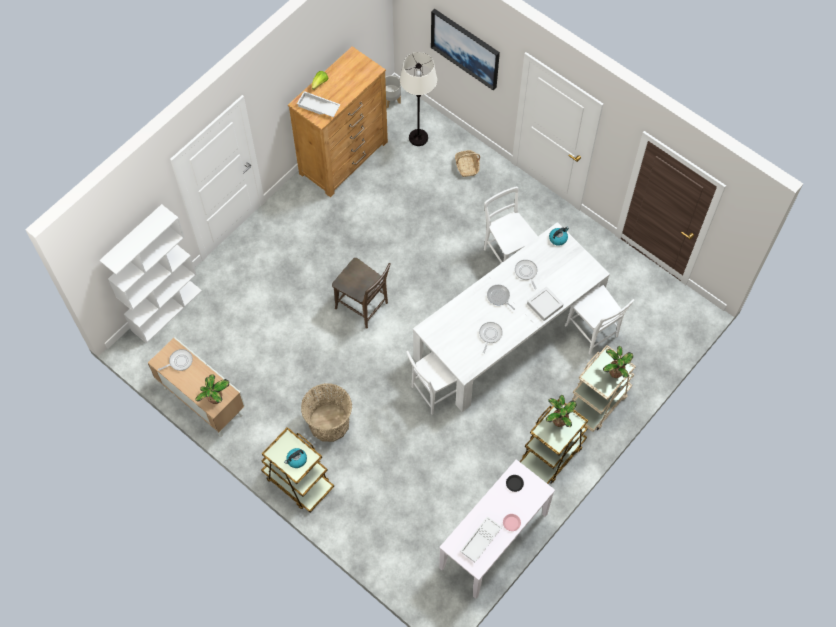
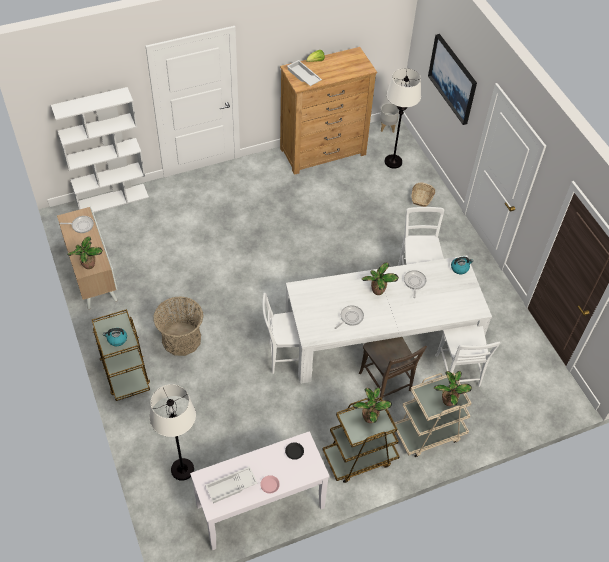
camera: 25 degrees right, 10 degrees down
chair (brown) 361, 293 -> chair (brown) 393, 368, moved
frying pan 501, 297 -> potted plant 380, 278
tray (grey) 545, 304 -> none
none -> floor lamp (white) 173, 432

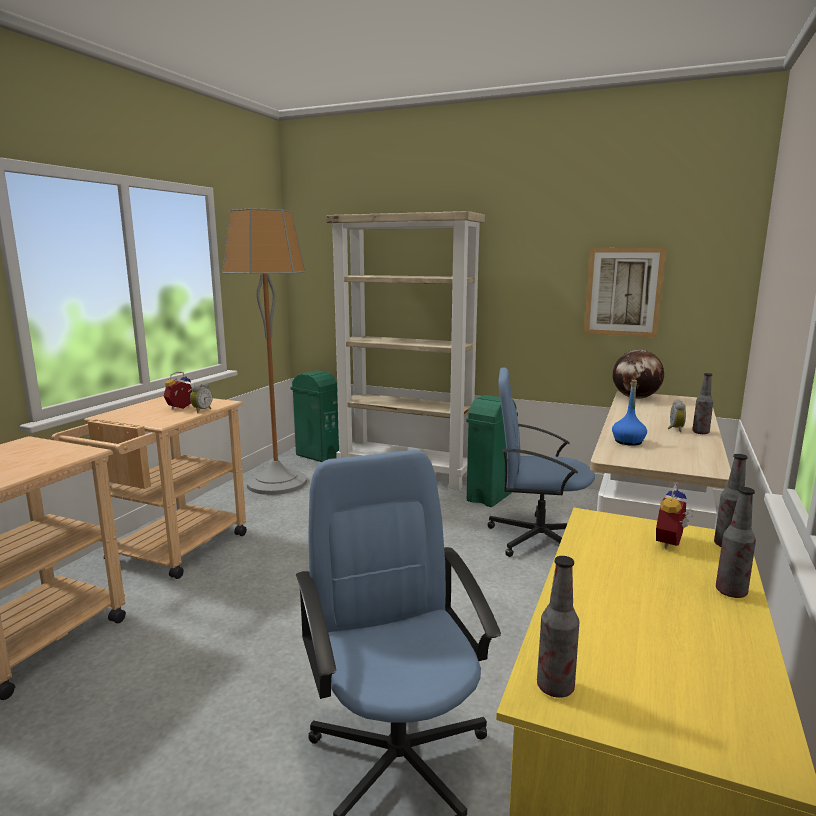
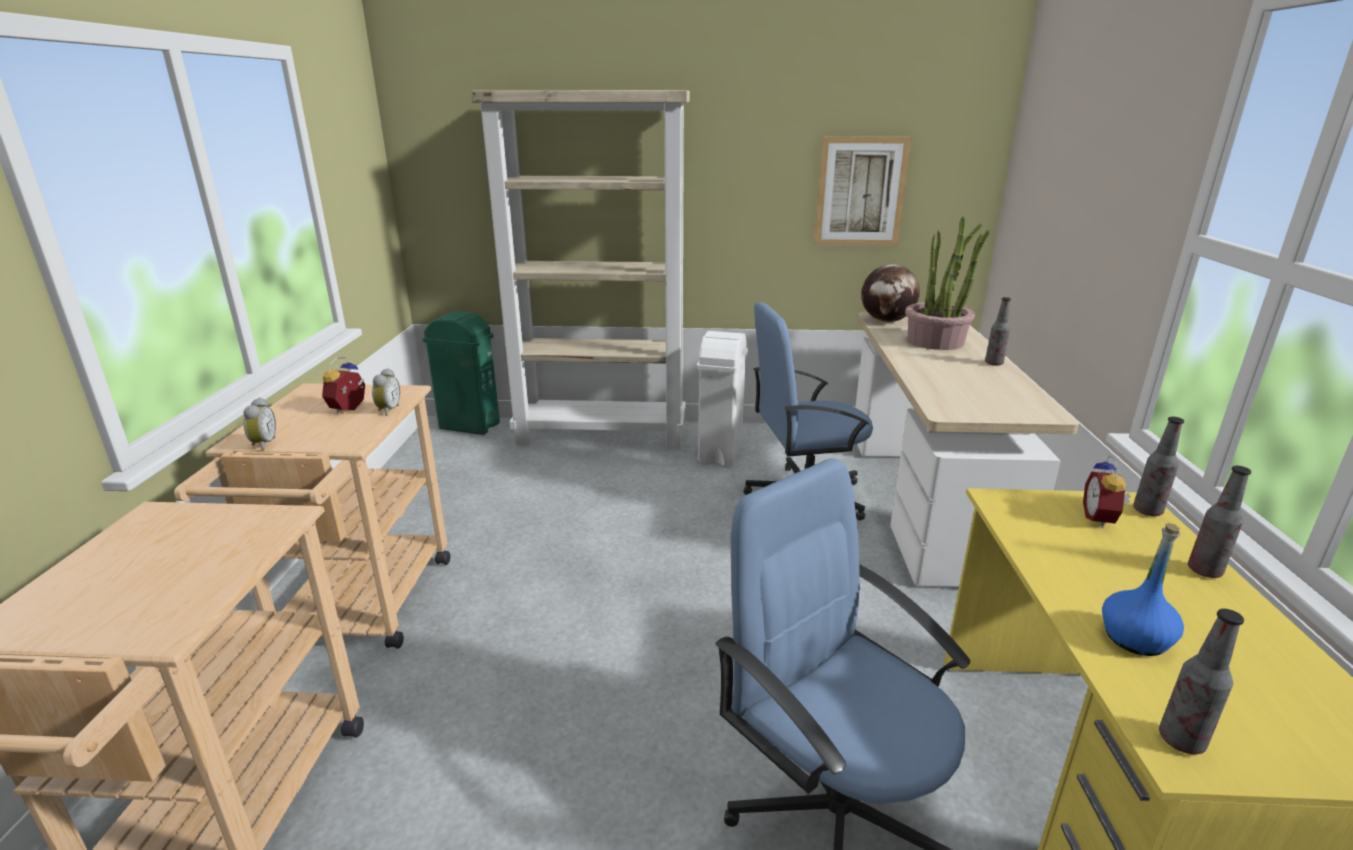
camera: 20 degrees left, 10 degrees up
floor lamp 264, 351 -> none
trash can (green) 492, 451 -> trash can (white) 722, 398
bottle (blue) 629, 413 -> bottle (blue) 1143, 589, moved
alarm clock 677, 415 -> alarm clock 259, 424, moved
none -> potted plant 947, 283

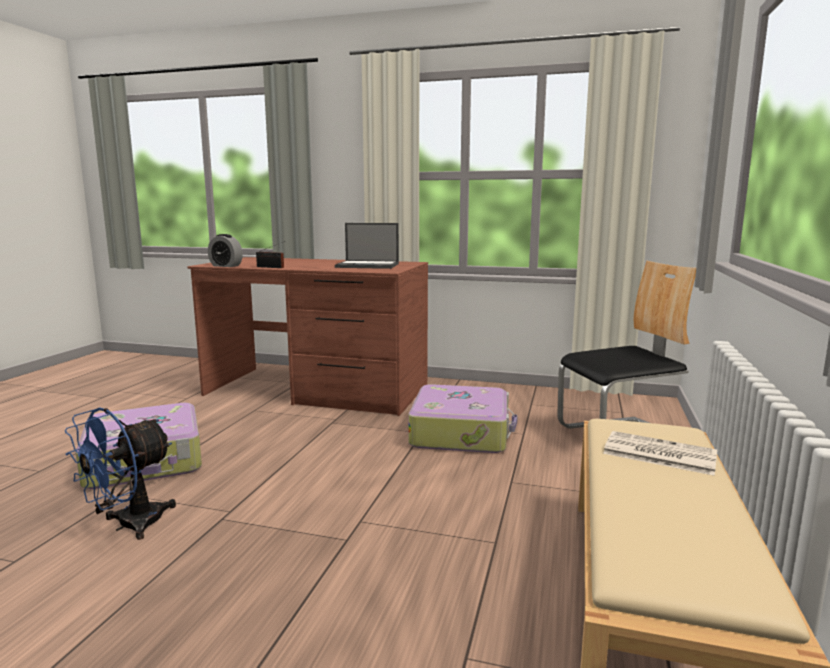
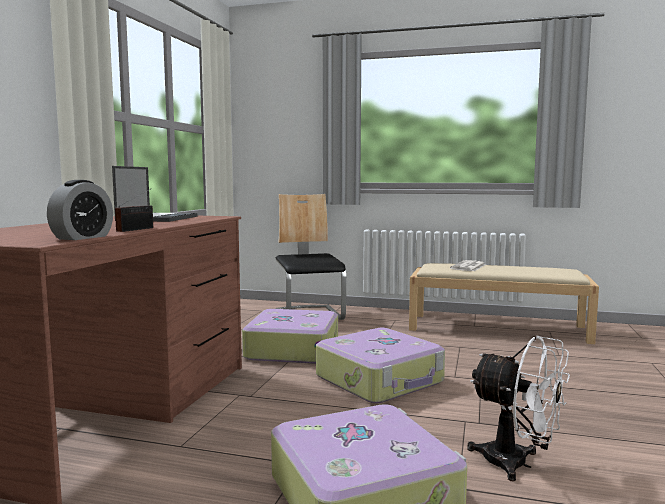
camera: 90 degrees left, 5 degrees down
fan (blue) 120, 473 -> fan (white) 518, 409
none -> suitcase 380, 365

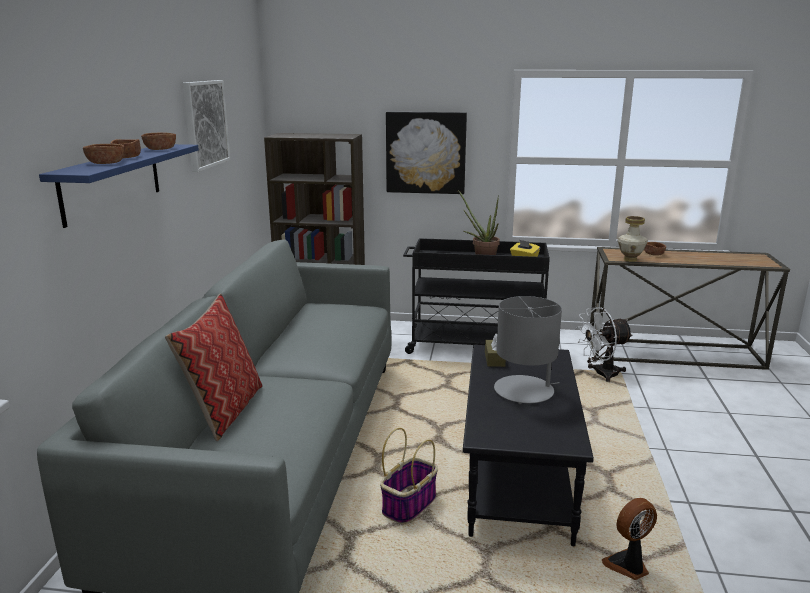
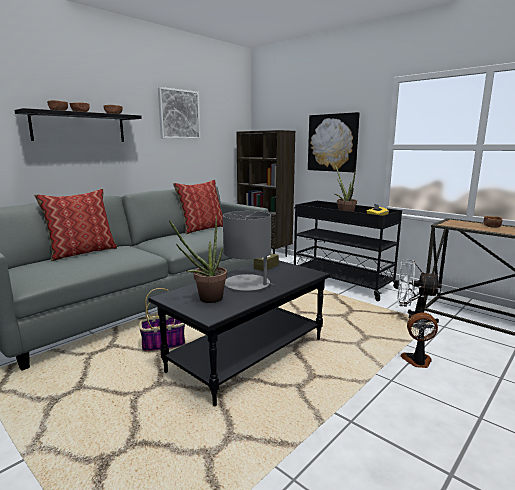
camera: 35 degrees right, 5 degrees down
shelf (blue) 119, 186 -> shelf (black) 78, 125
fan 629, 539 -> fan 419, 340, moved
vase 633, 239 -> none
none -> potted plant 197, 259
none -> pillow 198, 206

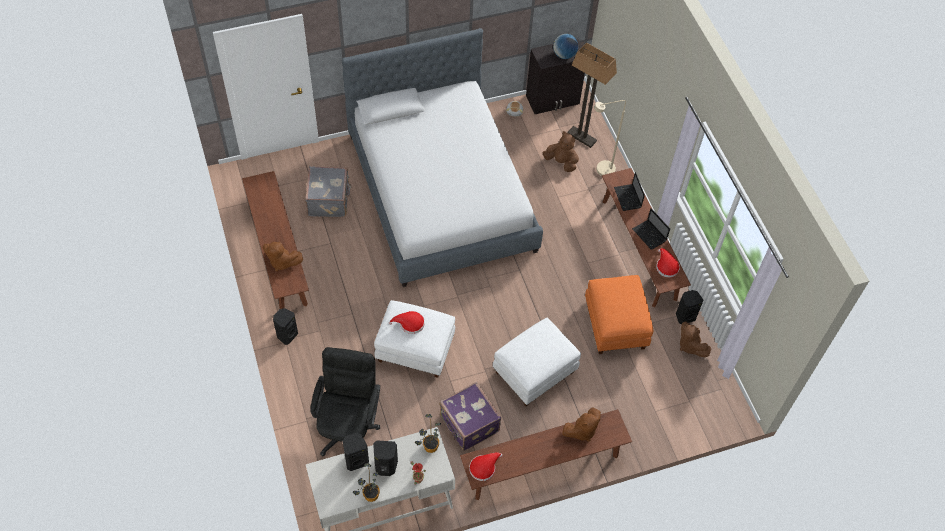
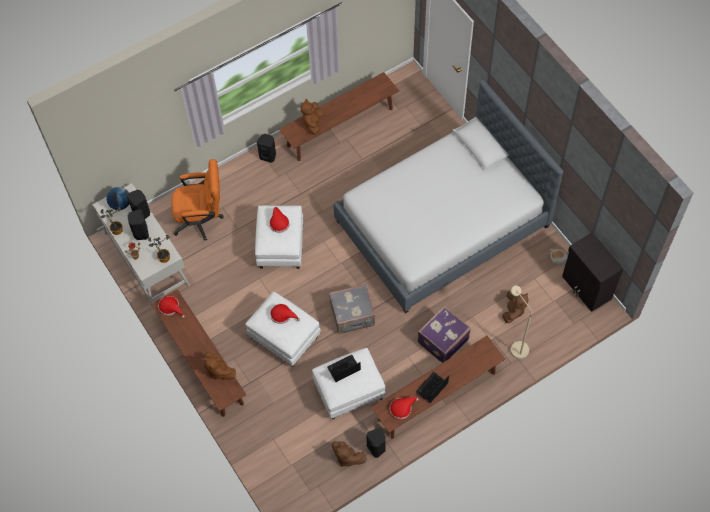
camera: 80 degrees right, 5 degrees up
suitcase (grey) 328, 191 -> suitcase (grey) 352, 309, moved
office chair (black) 345, 402 -> office chair (orange) 197, 200
suitcase (purple) 470, 416 -> suitcase (purple) 444, 334, moved
globe 565, 46 -> globe 118, 198, moved
floor lamp 592, 95 -> none
ottoman (orange) 619, 314 -> ottoman (white) 349, 384
laptop 629, 191 -> laptop 344, 368, moved
plush toy (brown) 695, 339 -> plush toy (brown) 349, 454, 105 degrees counterclockwise
none -> hat (red) 285, 314

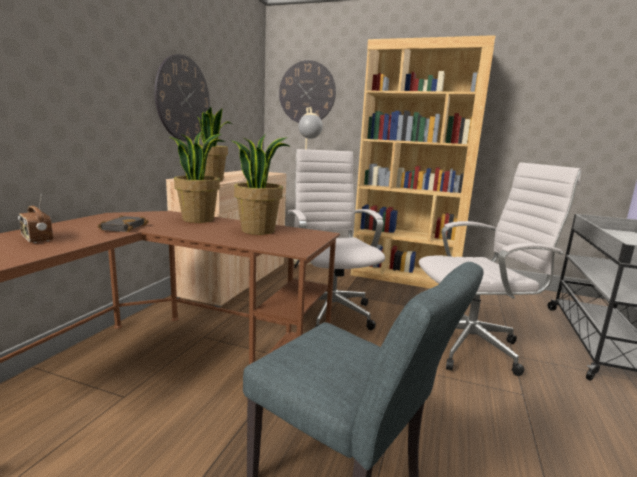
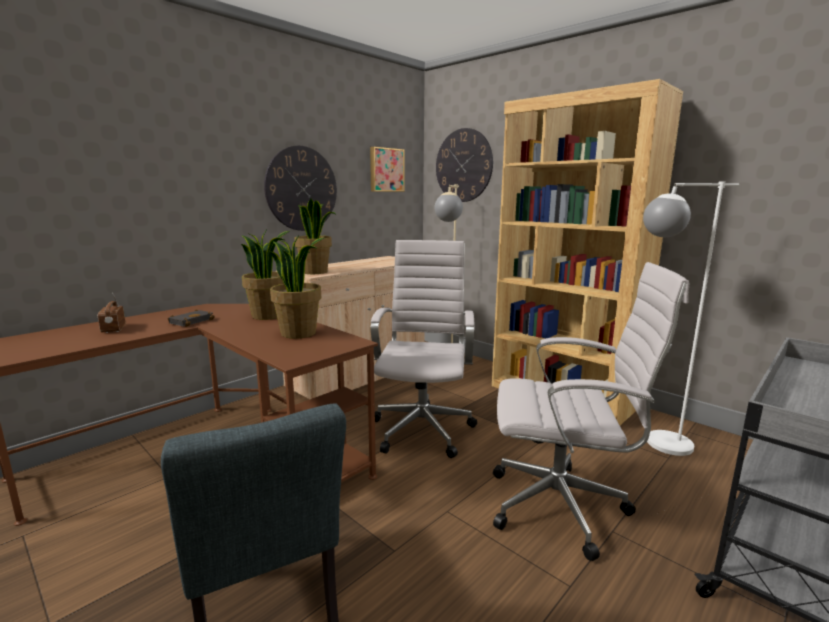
camera: 25 degrees right, 0 degrees up
none -> picture 387, 169
none -> floor lamp (white) 691, 319

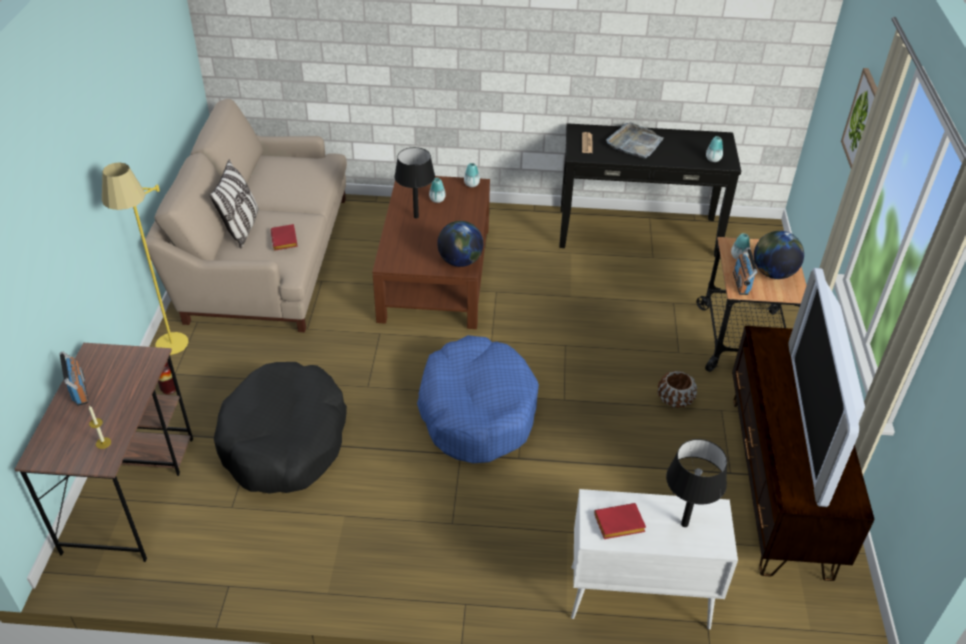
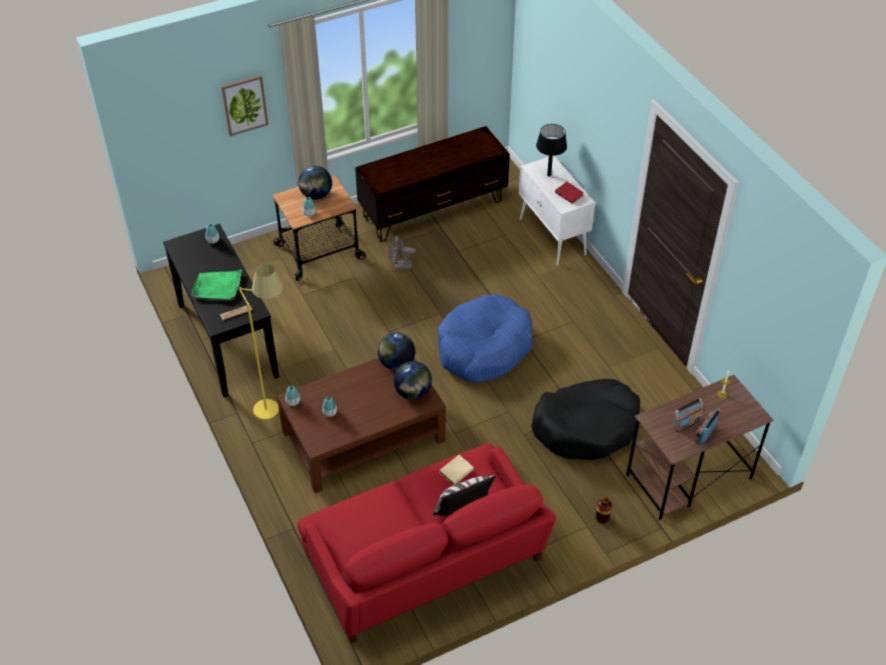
camera: 120 degrees left, 5 degrees up
floor lamp (yellow) 145, 258 -> floor lamp (yellow) 261, 342, moved
sofa (beige) 246, 215 -> sofa (red) 427, 543
book (red) 284, 237 -> book (beige) 456, 470
table lamp (black) 414, 182 -> none
tray (grey) 635, 140 -> tray (green) 216, 285
planter (brown) 677, 389 -> fan (grey) 401, 251
radio 745, 271 -> radio 689, 415, moved
television 826, 387 -> none
none -> globe 412, 380

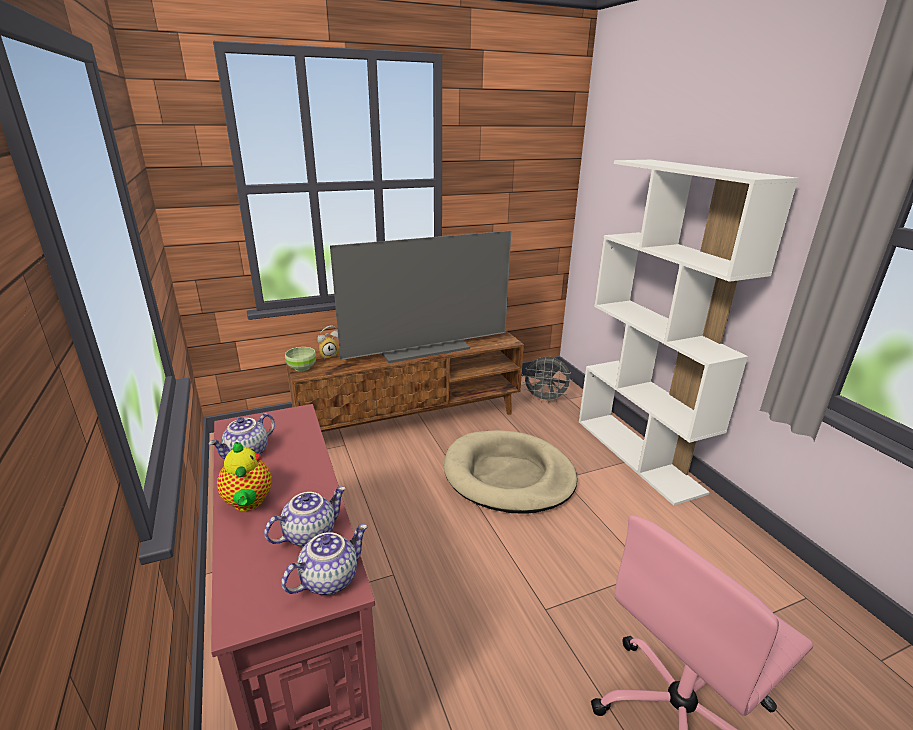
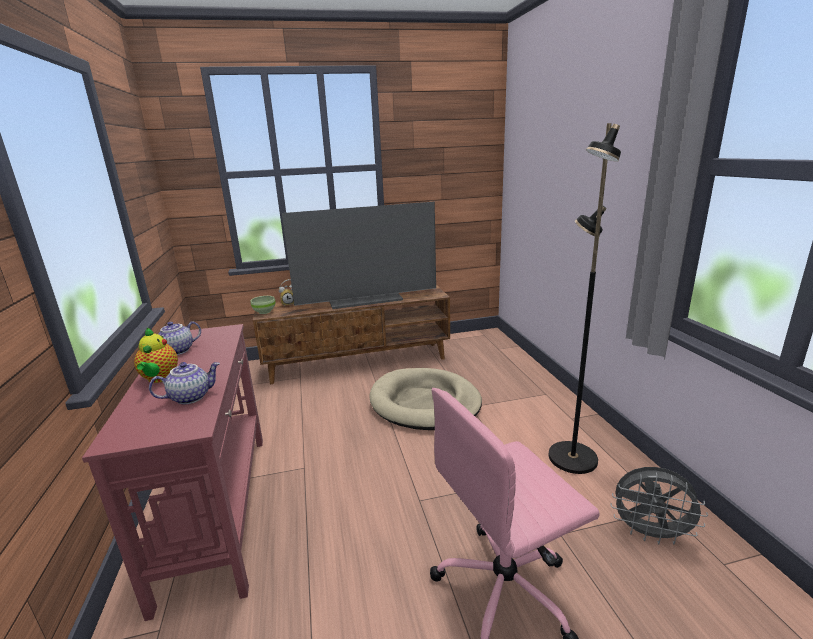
camera: 10 degrees right, 5 degrees down
teapot 324, 559 -> none
fan (grey) 547, 380 -> fan (grey) 659, 506, moved
bookcase (white) 689, 333 -> none
none -> floor lamp (black) 584, 298

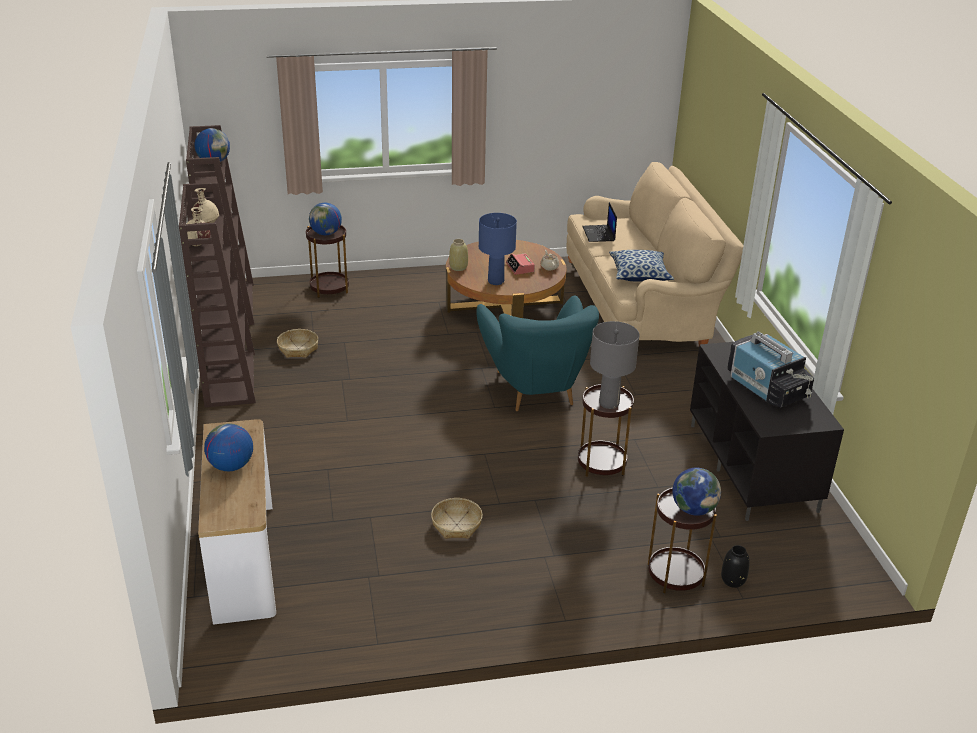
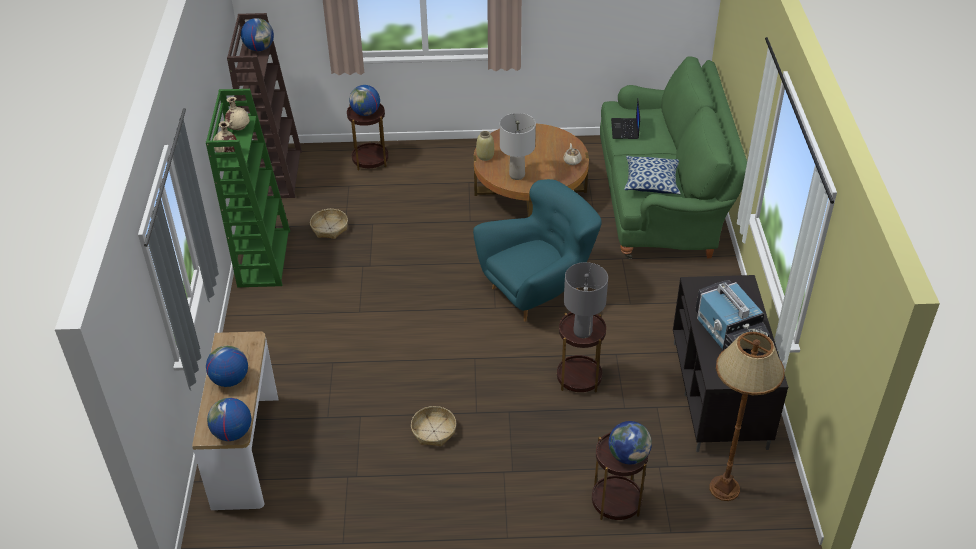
camera: 10 degrees right, 10 degrees up
bookcase (brown) 217, 295 -> bookcase (green) 248, 188
armchair (turquoise) 537, 353 -> armchair (turquoise) 537, 250, 120 degrees counterclockwise
table lamp (blue) 498, 249 -> table lamp (grey) 518, 146
alarm clock 520, 264 -> none
sofa (beige) 655, 253 -> sofa (green) 673, 157
vase (black) 735, 566 -> none
none -> globe 229, 419
none -> floor lamp (brown) 747, 416

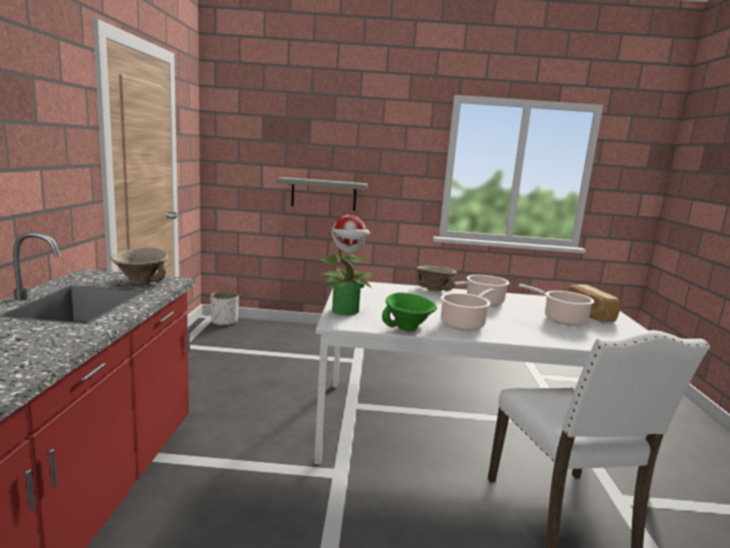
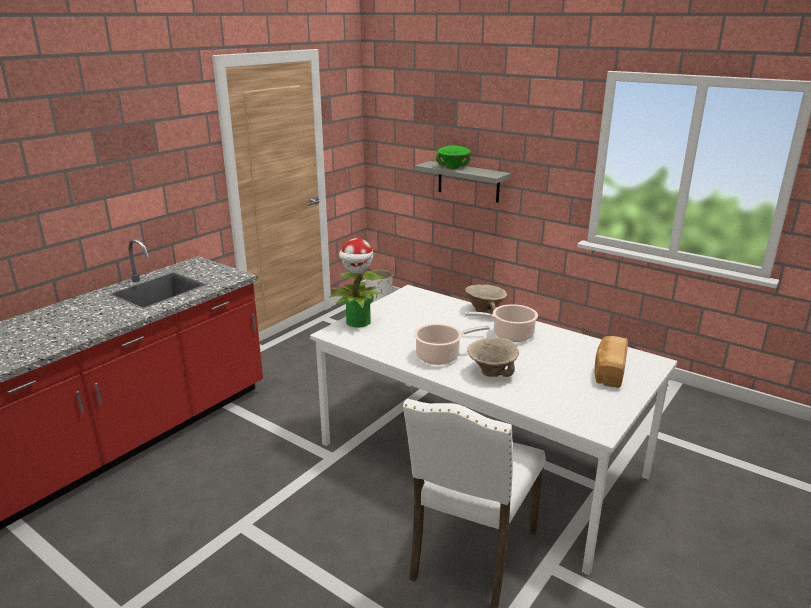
camera: 35 degrees right, 10 degrees up
bowl (beige) 139, 266 -> bowl (beige) 493, 357, moved
bowl (green) 409, 312 -> bowl (green) 453, 157, moved
cooking pot 556, 305 -> none

